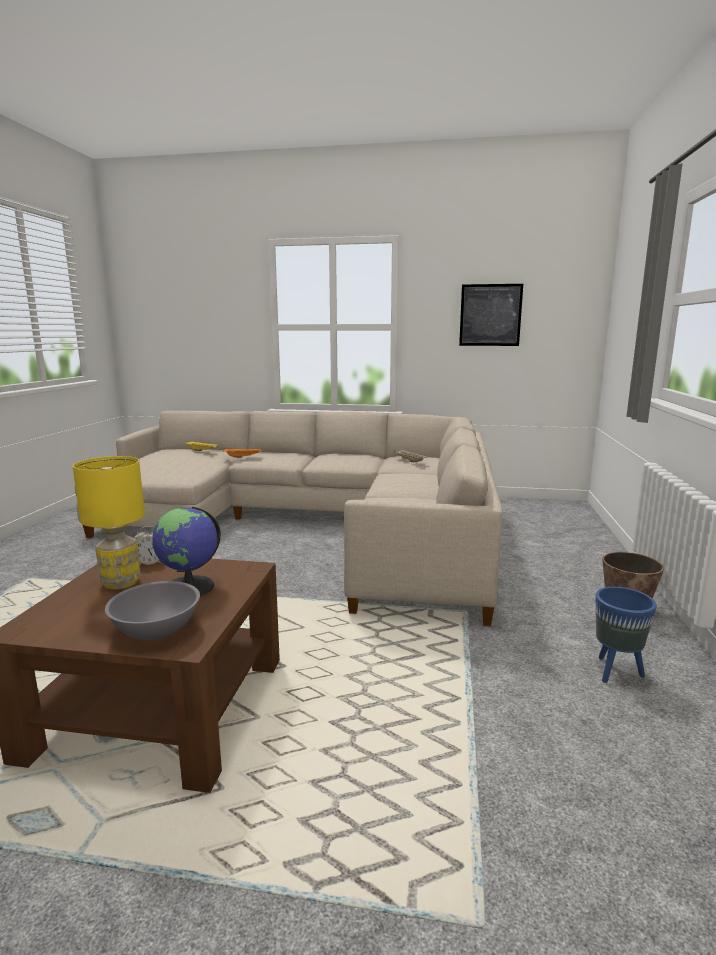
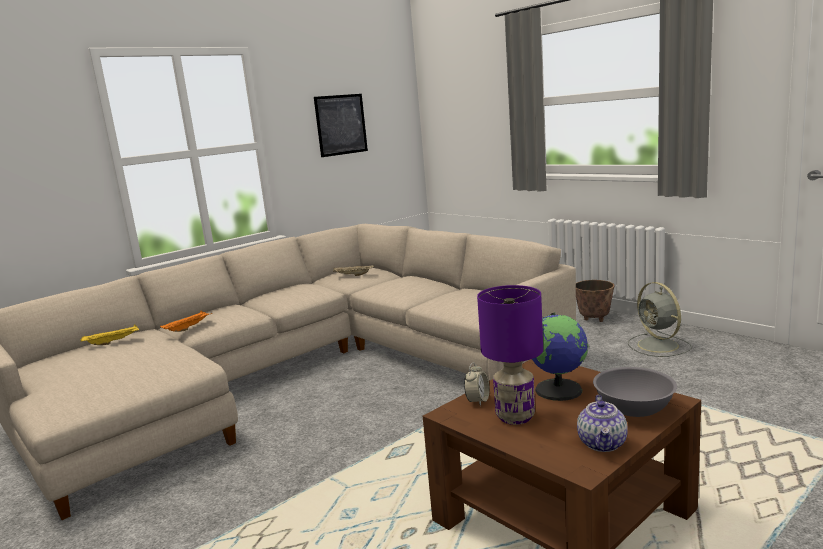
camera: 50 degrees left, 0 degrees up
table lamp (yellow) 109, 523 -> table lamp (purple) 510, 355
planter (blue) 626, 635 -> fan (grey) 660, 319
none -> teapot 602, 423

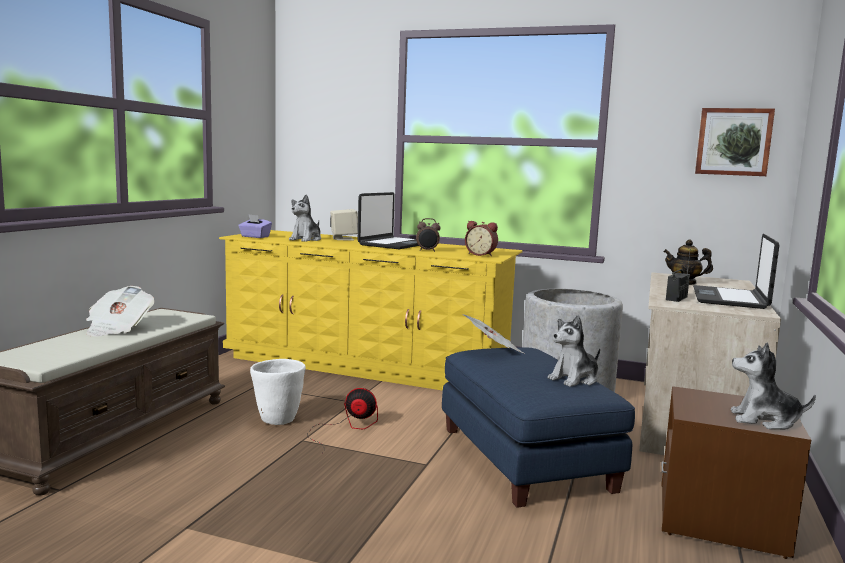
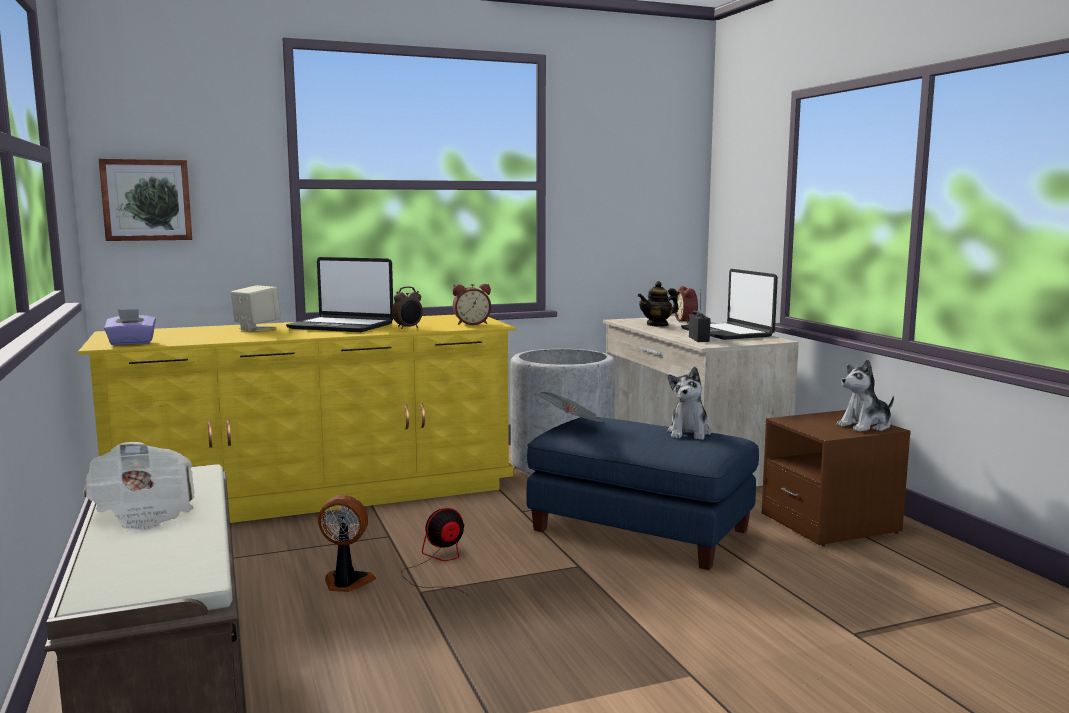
camera: 40 degrees left, 0 degrees up
planter (white) 278, 392 -> fan 347, 543
plush toy 305, 218 -> none
laptop 388, 220 -> laptop 339, 294, 120 degrees clockwise
picture 735, 142 -> picture 145, 200, moved
none -> alarm clock 686, 304

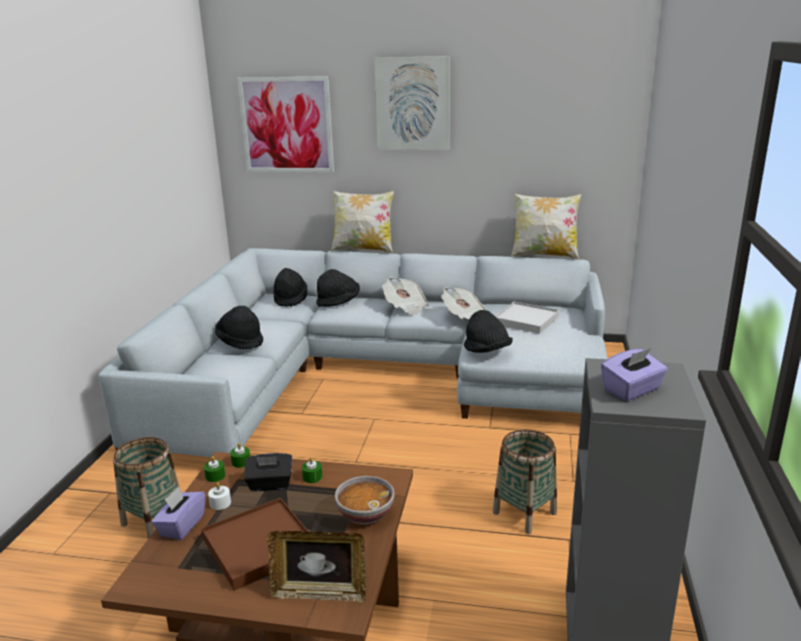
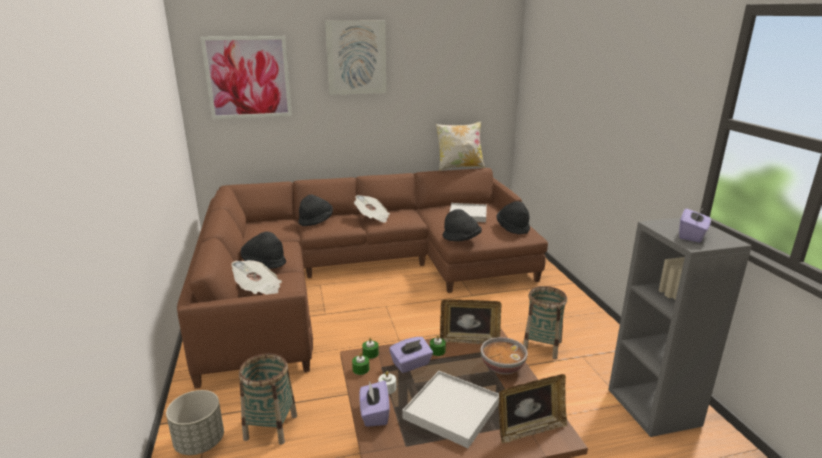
camera: 25 degrees left, 0 degrees up
sofa (grey) 353, 352 -> sofa (brown) 362, 278
tray (brown) 255, 544 -> tray (white) 451, 409
tissue box (black) 268, 472 -> tissue box (purple) 411, 355
hat (black) 290, 287 -> hat (black) 513, 217, moved
pillow 362, 222 -> none
newspaper 463, 303 -> newspaper 256, 277, moved
none -> planter (grey) 195, 422
none -> picture frame 471, 321

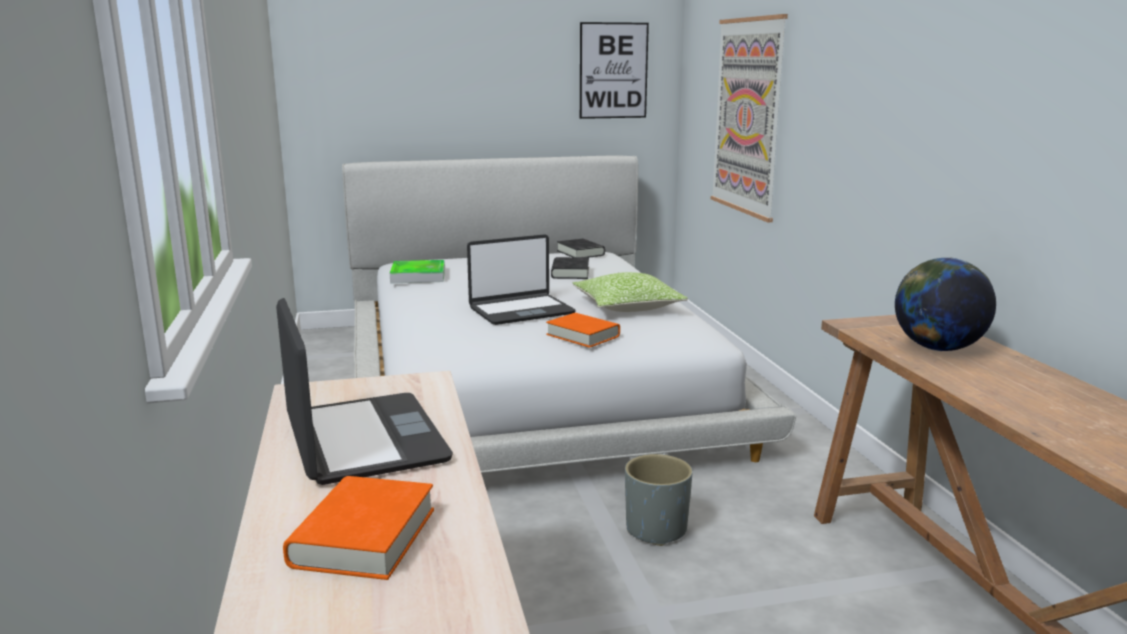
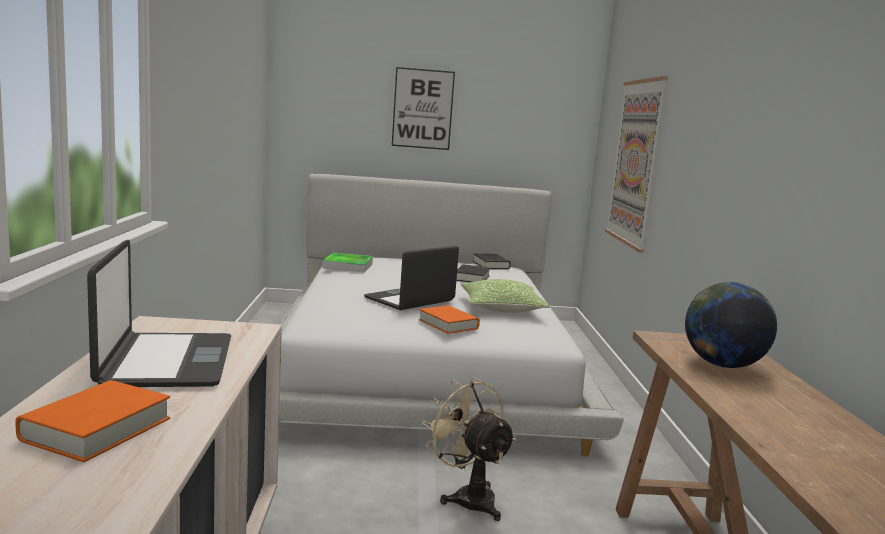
camera: 10 degrees right, 5 degrees down
laptop 521, 279 -> laptop 411, 278, 150 degrees clockwise
picture 614, 70 -> picture 423, 108, moved
planter (grey) 659, 500 -> fan (beige) 469, 449

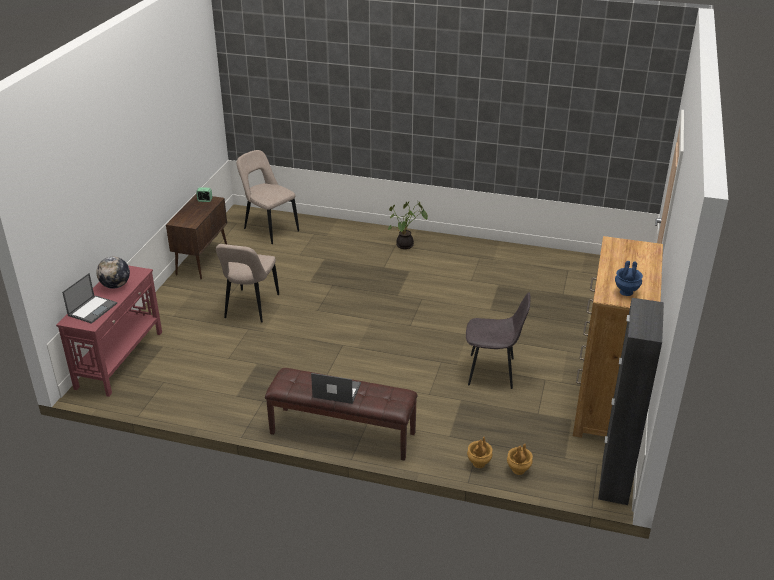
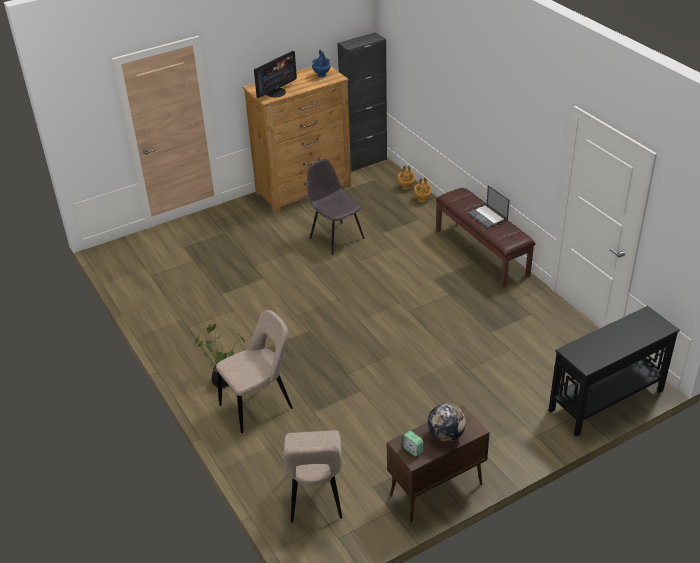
camera: 135 degrees left, 5 degrees up
console table (red) 109, 331 -> console table (black) 614, 371
laptop 89, 298 -> none
globe 113, 273 -> globe 447, 422, moved
chair (beige) 247, 283 -> chair (beige) 254, 371, moved
none -> monitor 275, 74

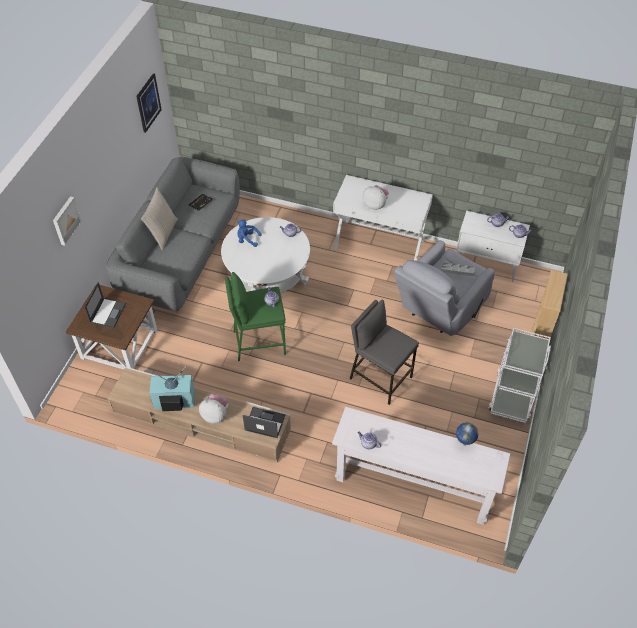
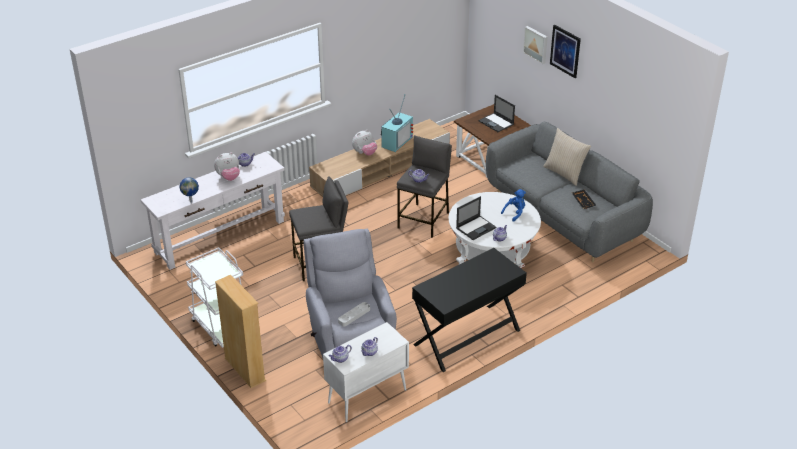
camera: 125 degrees right, 15 degrees down
picture 149, 103 -> picture 565, 51, moved
stool (green) 255, 316 -> stool (grey) 424, 186
laptop 264, 422 -> laptop 476, 218, moved
console table (white) 383, 218 -> console table (black) 469, 310
plush toy 376, 197 -> plush toy 227, 166, moved

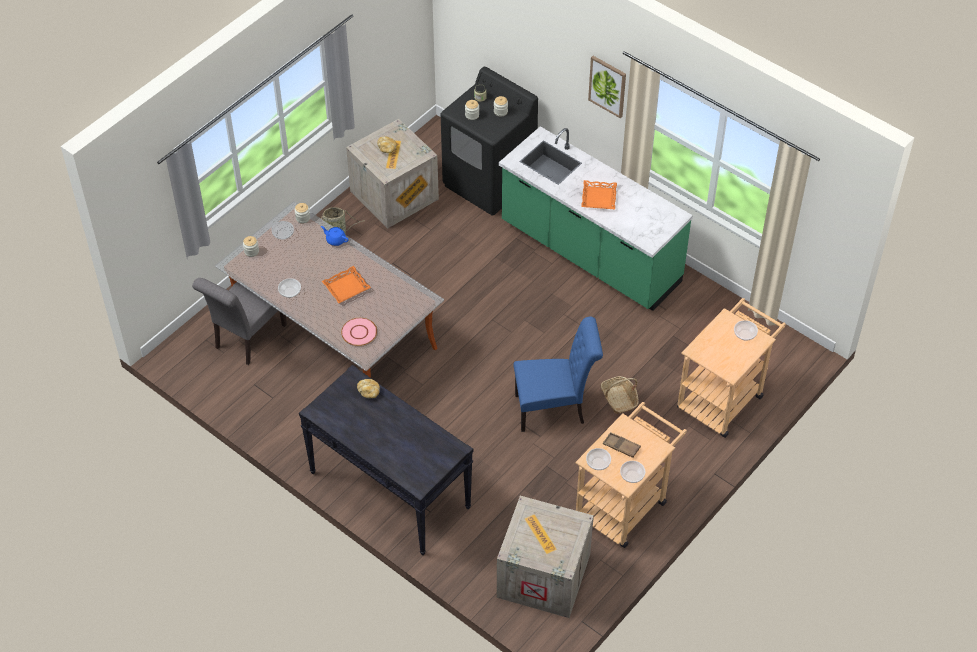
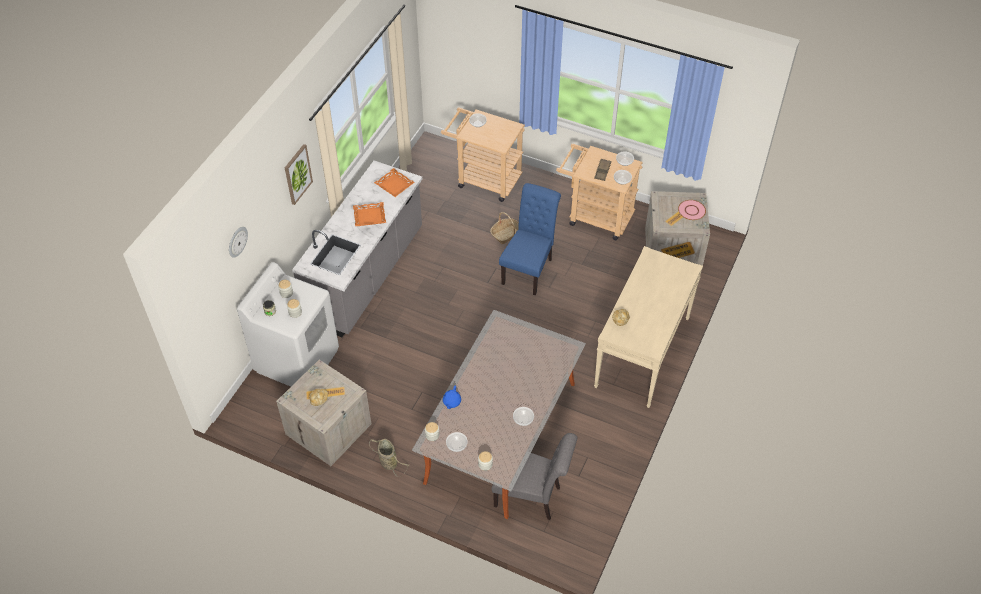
camera: 105 degrees left, 0 degrees up
console table (black) 386, 460 -> console table (beige) 648, 327
tray (orange) 346, 284 -> tray (orange) 394, 182, moved
plate (pink) 359, 332 -> plate (pink) 692, 210, moved
washing machine (black) 489, 141 -> washing machine (white) 288, 324
counter (green) 596, 218 -> counter (grey) 357, 248
chair (blue) 558, 374 -> chair (blue) 530, 239, 45 degrees clockwise
none -> wall clock 238, 242

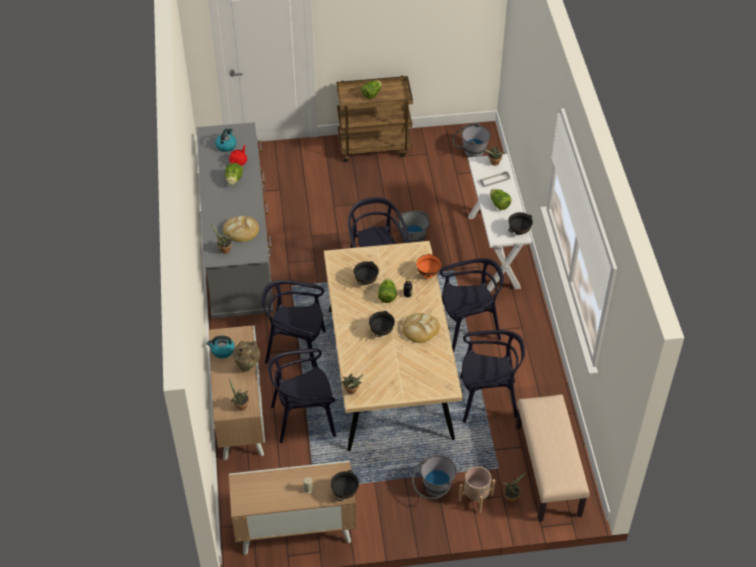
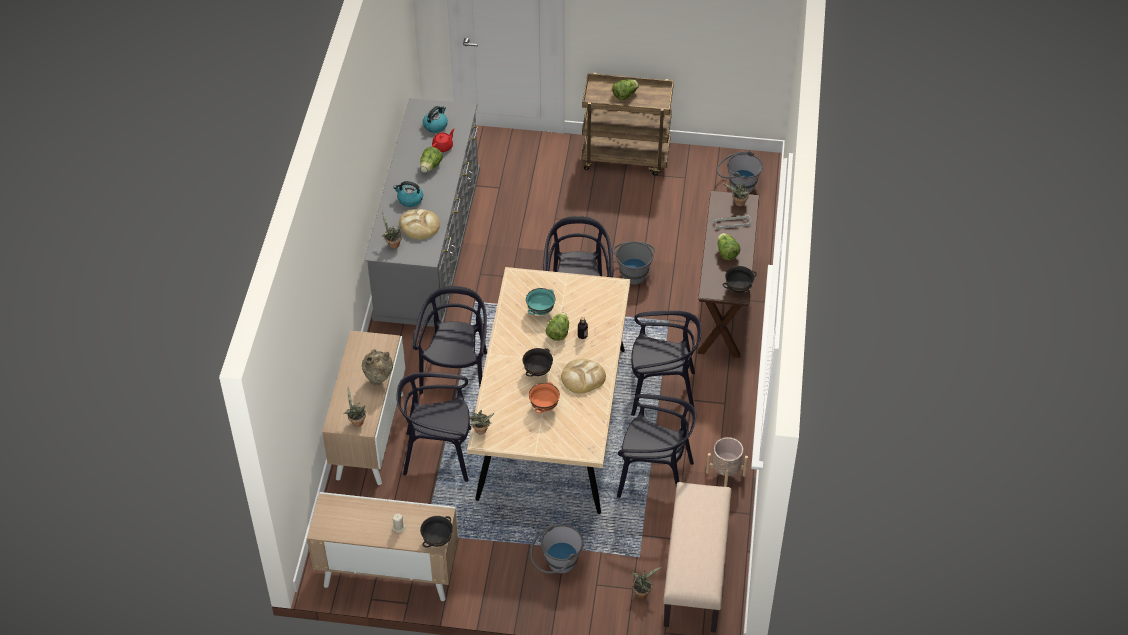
camera: 15 degrees right, 0 degrees up
kettle 220, 347 -> kettle 408, 194, moved
chair (black) 293, 323 -> chair (black) 450, 340, 75 degrees clockwise
bowl (black) 366, 273 -> bowl (turquoise) 540, 301
bowl (orange) 428, 266 -> bowl (orange) 544, 397, moved
planter (beige) 477, 489 -> planter (beige) 727, 462, moved
console table (white) 500, 223 -> console table (brown) 728, 274

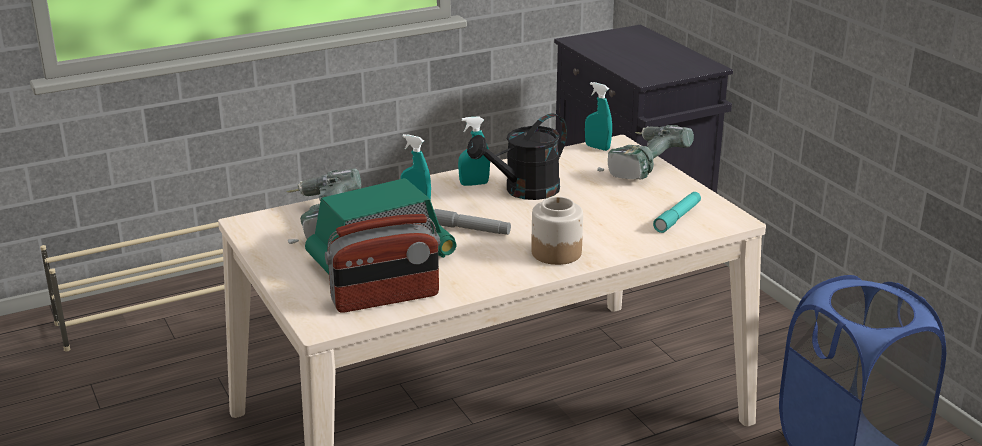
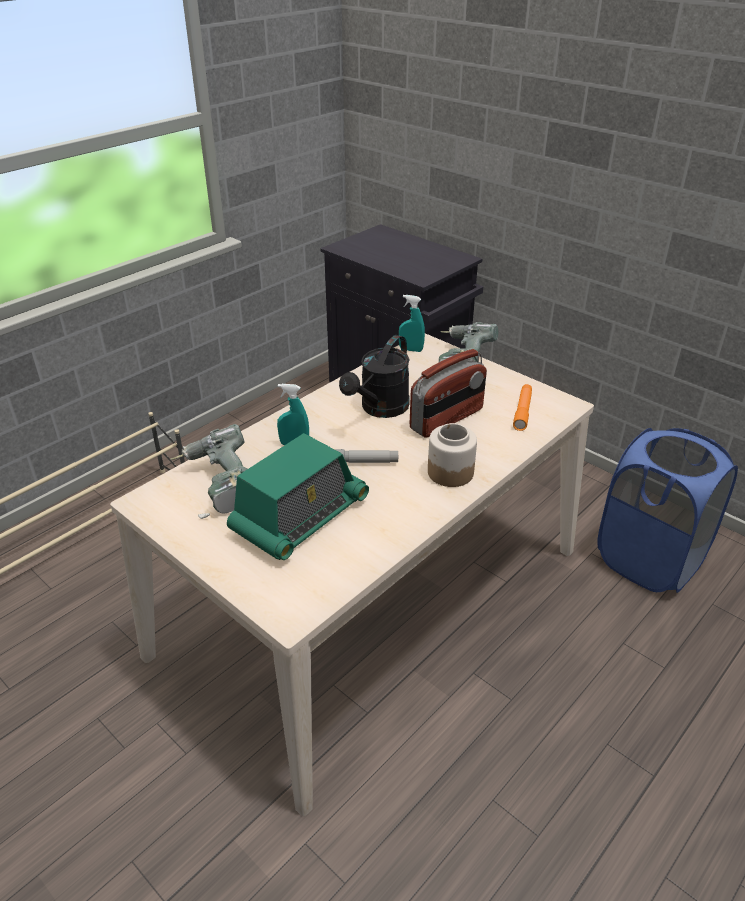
camera: 20 degrees left, 10 degrees up
radio 382, 263 -> radio 448, 393, moved
spray bottle (turquoise) 474, 151 -> none
flashlight (turquoise) 677, 212 -> flashlight (orange) 522, 407

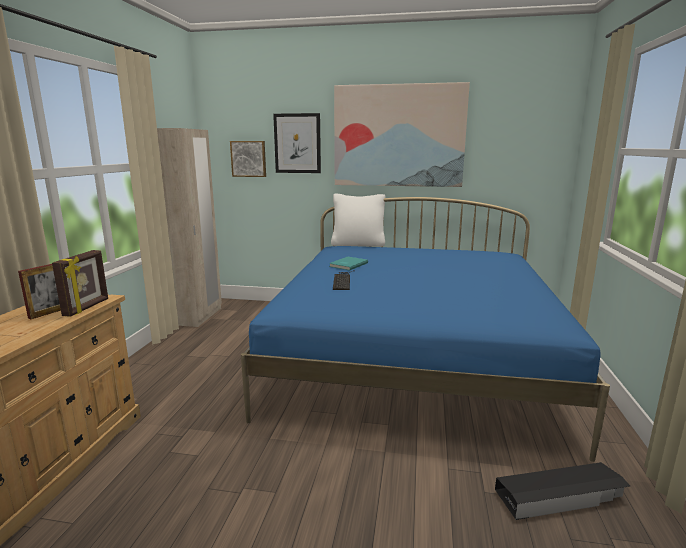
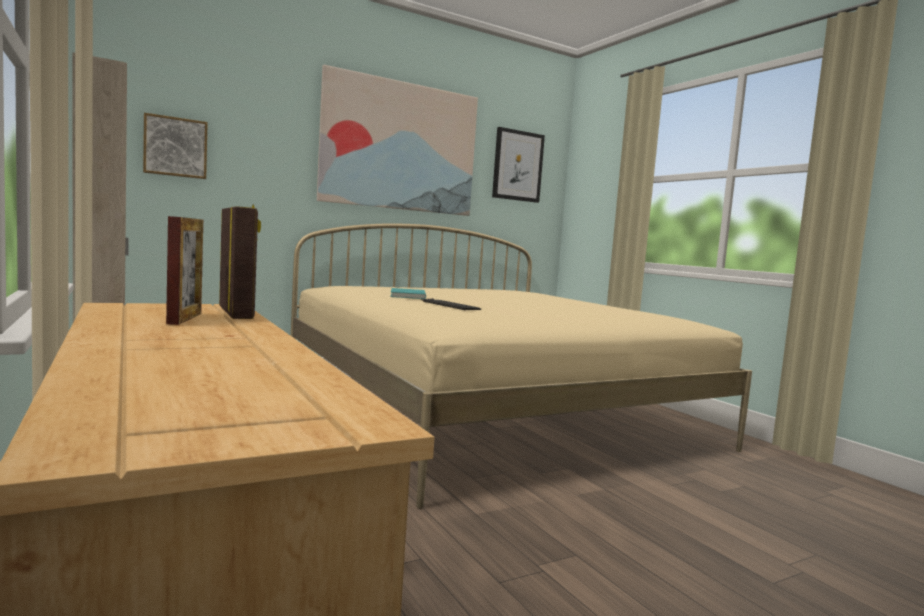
camera: 40 degrees left, 10 degrees down
bed (blue) 425, 329 -> bed (beige) 521, 366
picture 297, 143 -> picture 518, 165, moved
pillow (white) 358, 220 -> none
storage box (black) 562, 491 -> none

